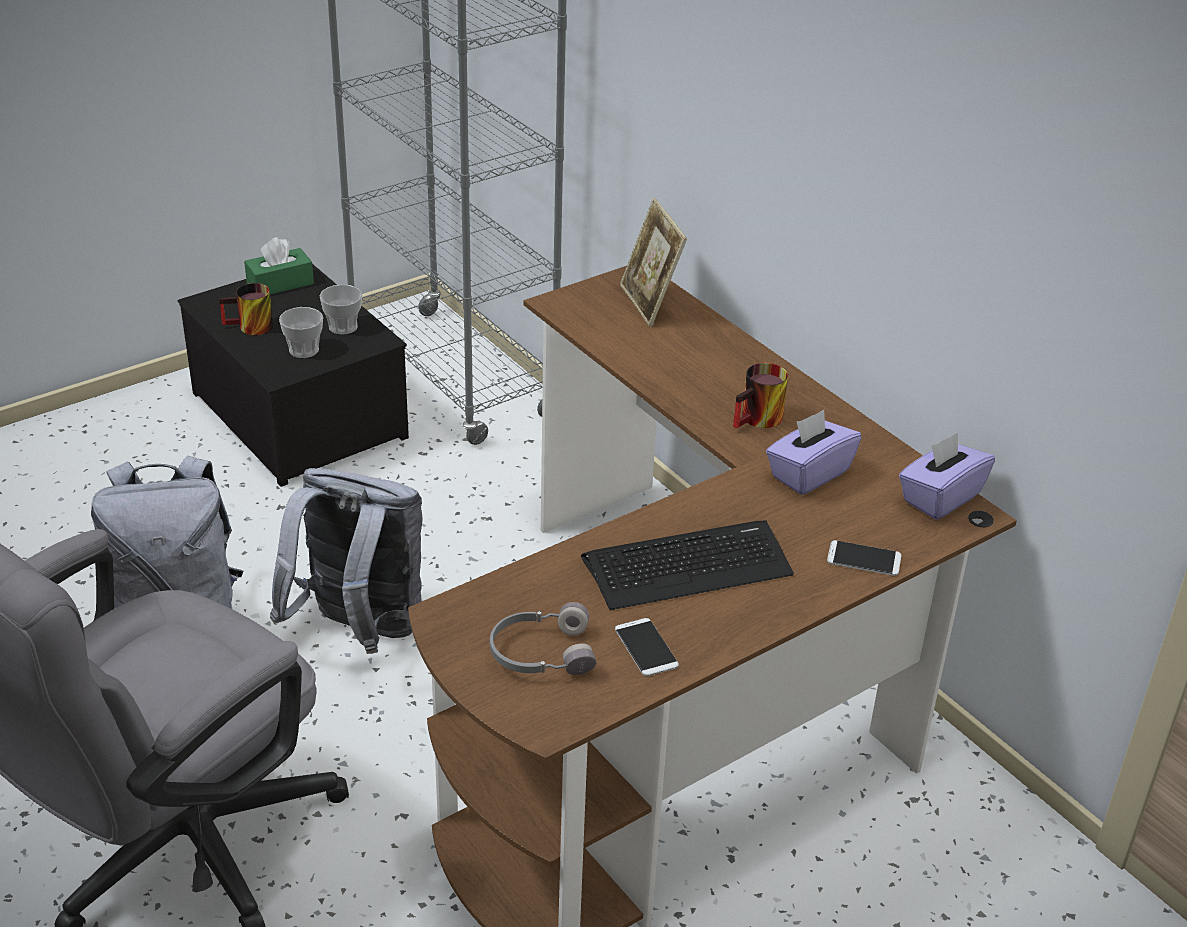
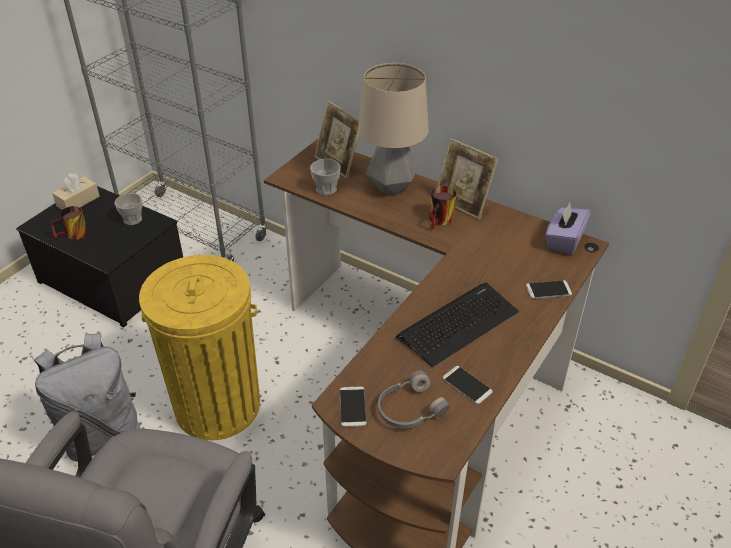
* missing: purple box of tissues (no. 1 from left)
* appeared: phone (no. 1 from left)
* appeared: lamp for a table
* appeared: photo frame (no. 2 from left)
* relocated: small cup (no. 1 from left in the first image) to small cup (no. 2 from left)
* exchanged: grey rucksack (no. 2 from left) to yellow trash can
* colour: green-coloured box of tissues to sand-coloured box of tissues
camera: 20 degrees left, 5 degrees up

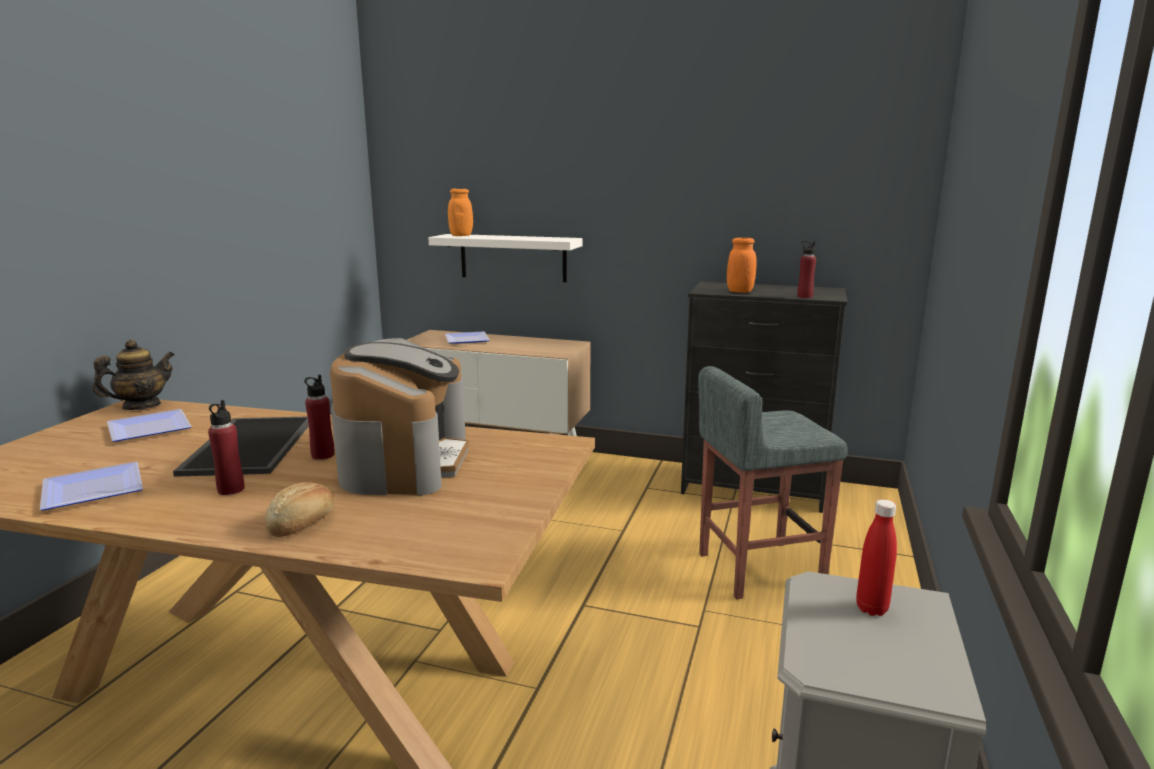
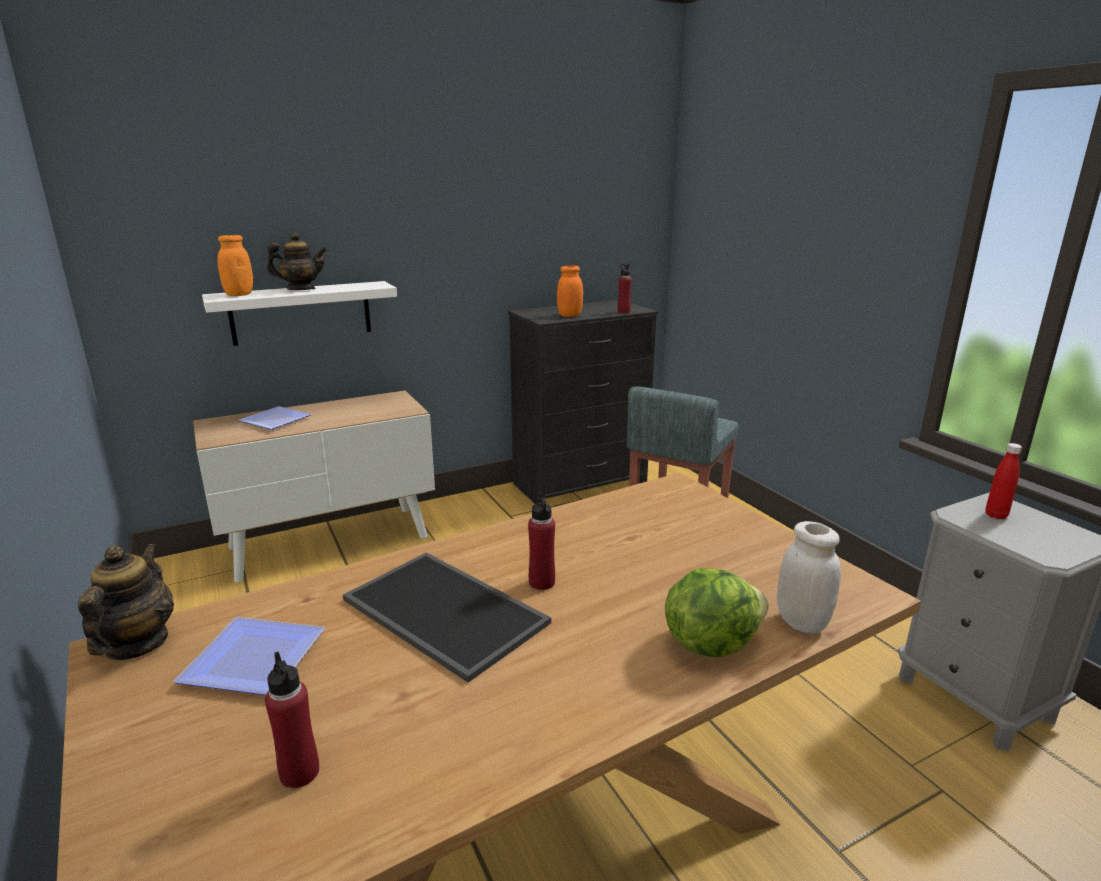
* missing: plate (no. 1 from left)
* missing: coffee maker
* appeared: teapot (no. 2 from left)
* appeared: white-coloured storage jar
* relocated: red-coloured beverage bottle (no. 1 from left)
* exchanged: baked bread to lettuce head
camera: 45 degrees left, 5 degrees up

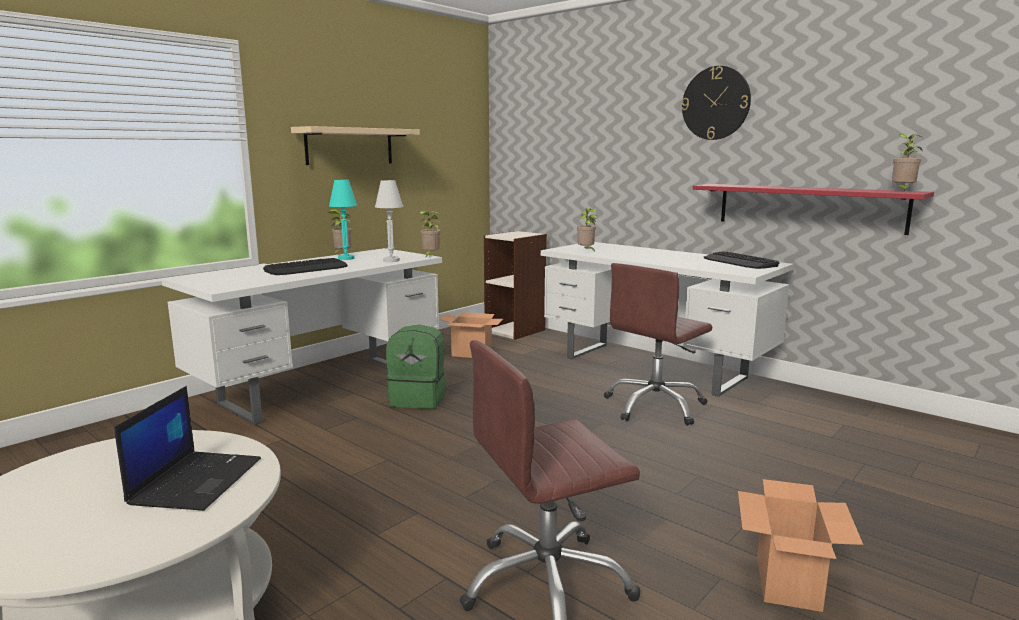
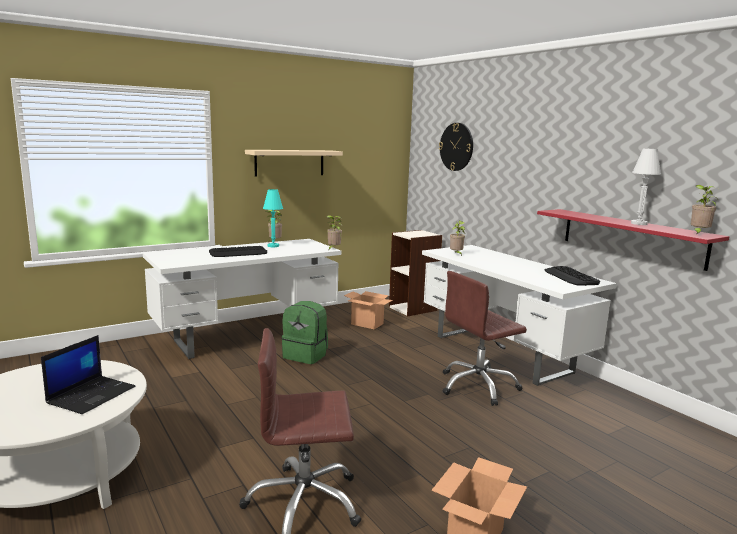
* relocated: white-coloured lamp for a table
* relocated: hanging clock
camera: 15 degrees right, 0 degrees up

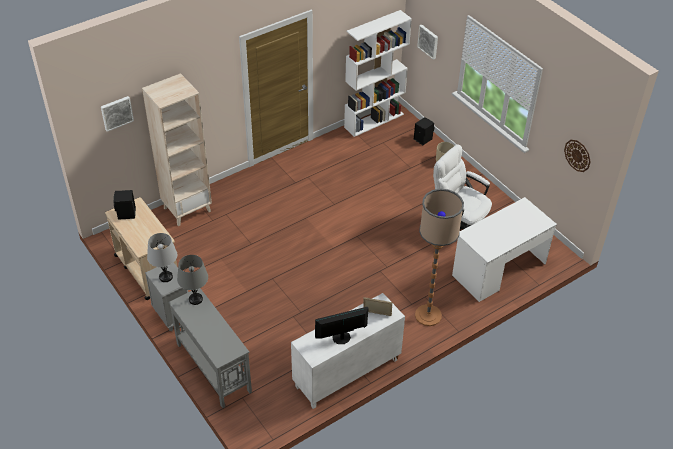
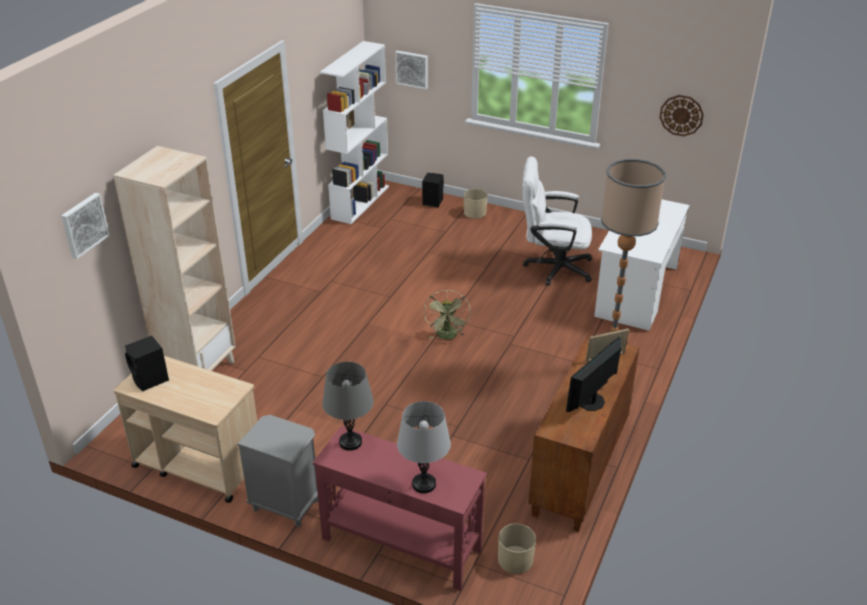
* appeared: green-coloured electric fan
* appeared: sand-coloured plant pot (no. 2 from left)
* relocated: grey lamp for a table (no. 1 from left in the first image) to grey lamp for a table (no. 2 from left)
* colour: grey console table to red-coloured console table
* colour: white-coloured cabinet to brown-coloured cabinet
camera: 30 degrees left, 10 degrees down

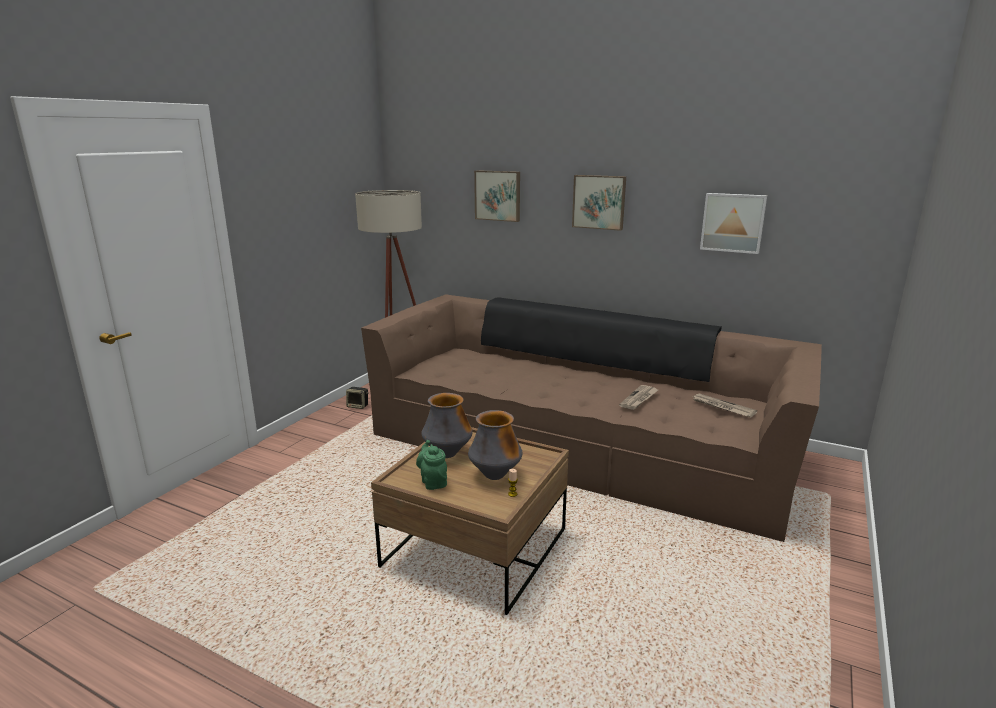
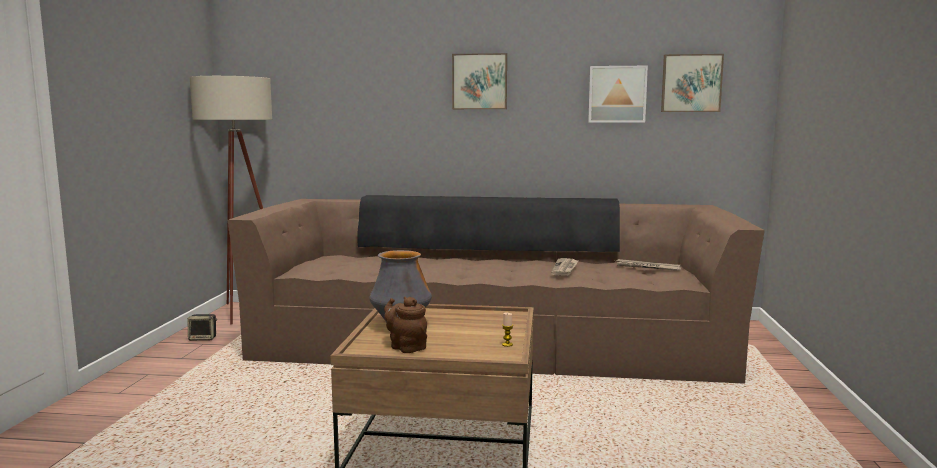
* missing: vase (no. 2 from left)
* relocated: picture (no. 1 from left in the first image) to picture (no. 3 from left)
* colour: green-coloured teapot to brown-coloured teapot
camera: 20 degrees left, 10 degrees down

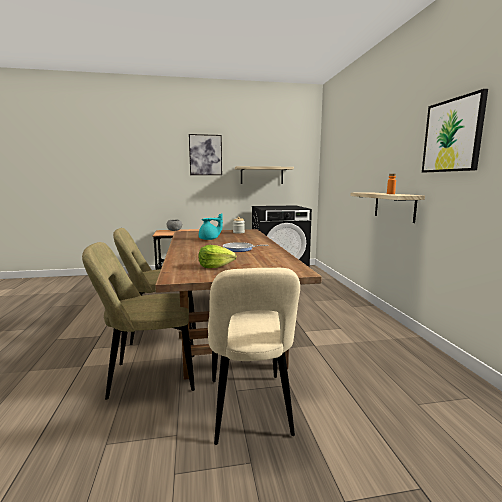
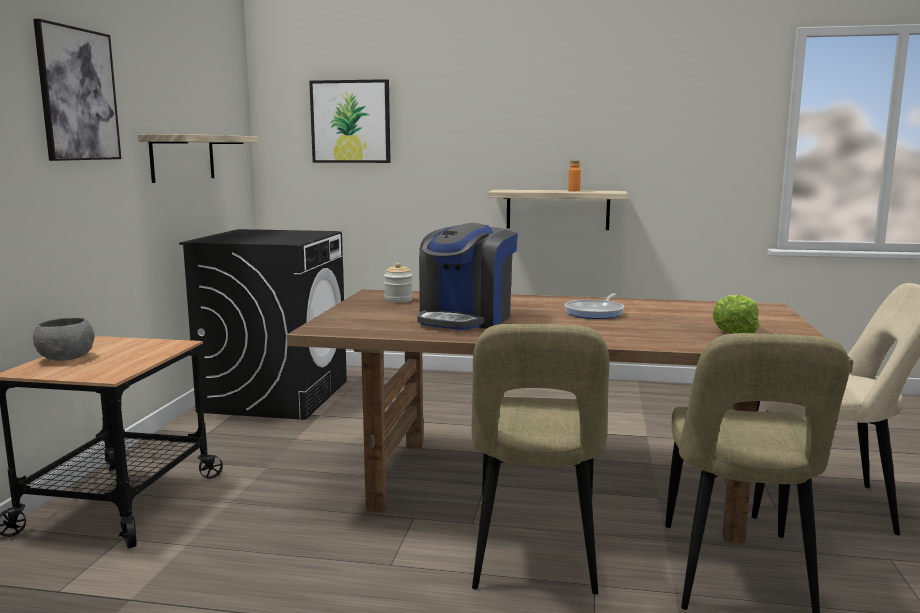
* relocated: picture (no. 2 from left)
* exchanged: blue-green teapot to coffee maker
camera: 70 degrees left, 0 degrees up

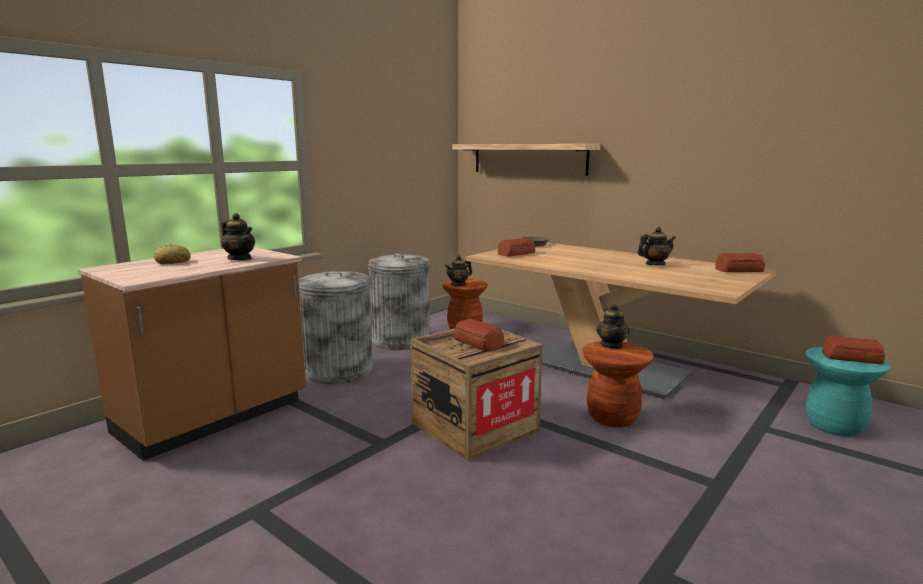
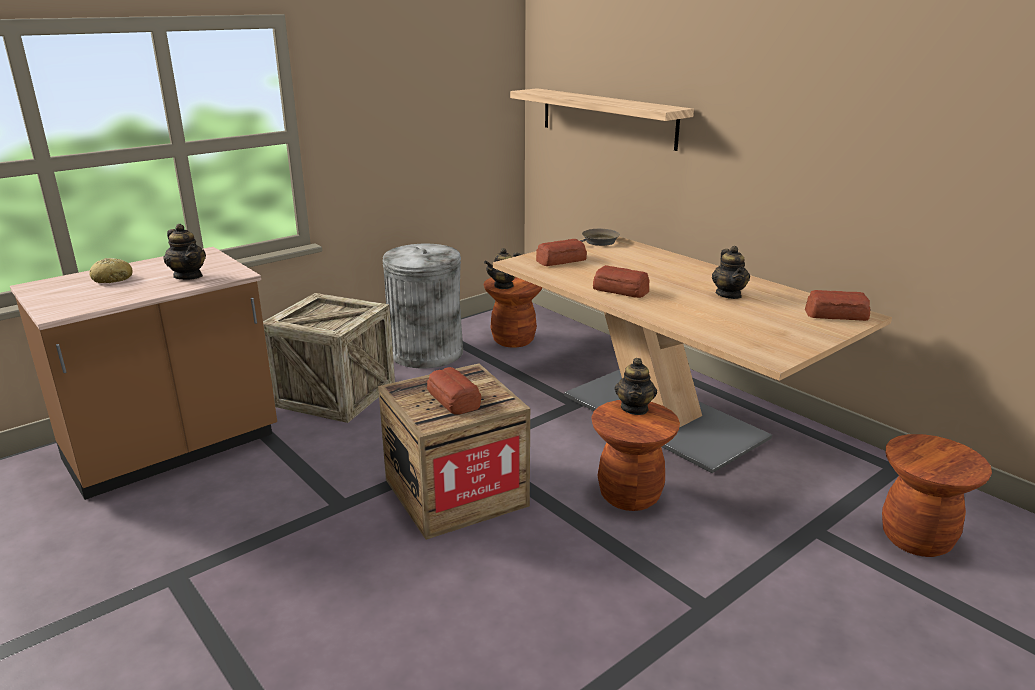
* relocated: baked bread (no. 5 from left in the first image) to baked bread (no. 4 from left)
* exchanged: grey trash can (no. 1 from left) to shipping crate (no. 1 from left)
* colour: blue-green stool seat to brown-coloured stool seat (no. 3 from left)
* spun: teapot (no. 4 from left) 90 degrees clockwise
camera: 10 degrees right, 10 degrees up

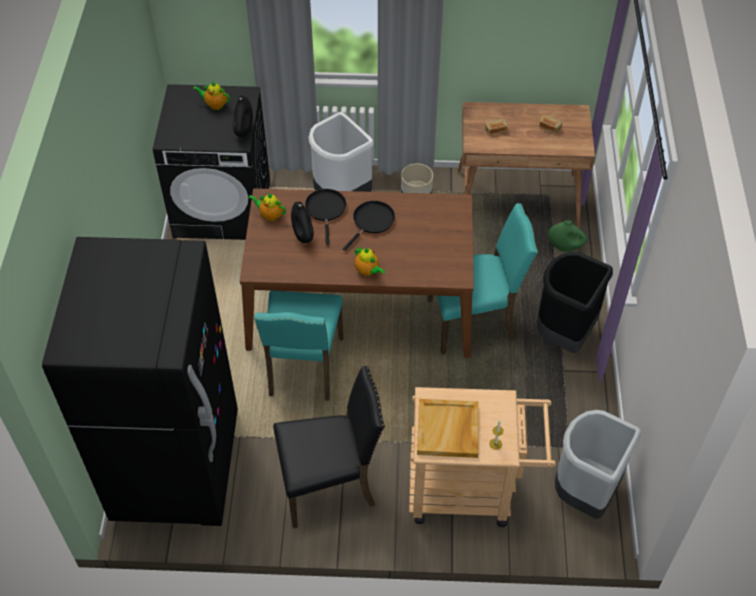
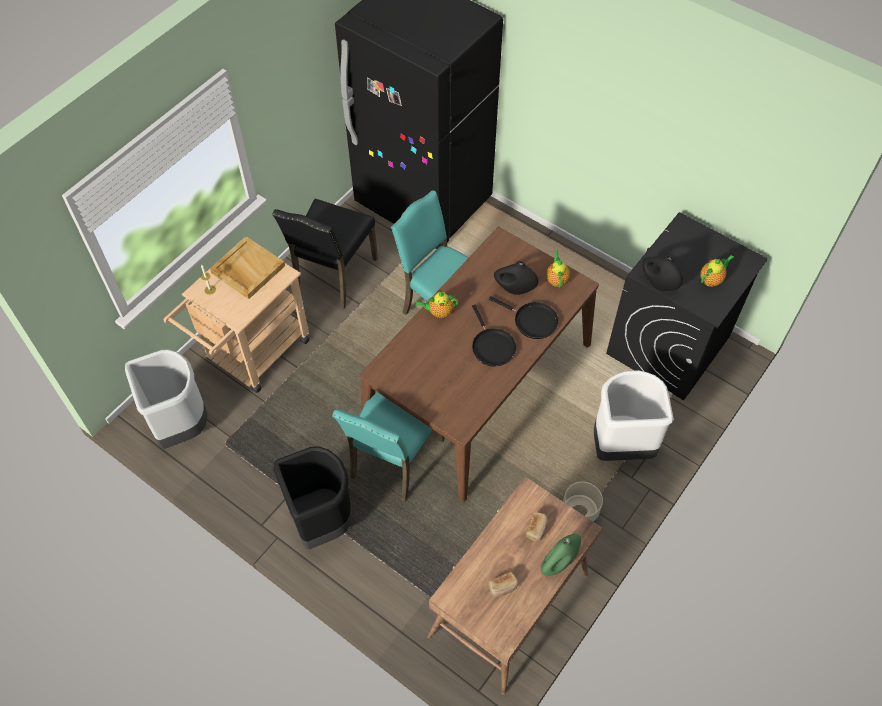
* relocated: green-coloured vase
* spun: teapot (no. 2 from left) 60 degrees counterclockwise
camera: 125 degrees right, 5 degrees up

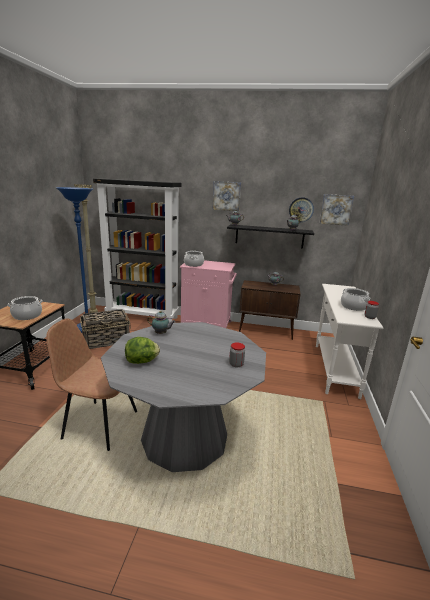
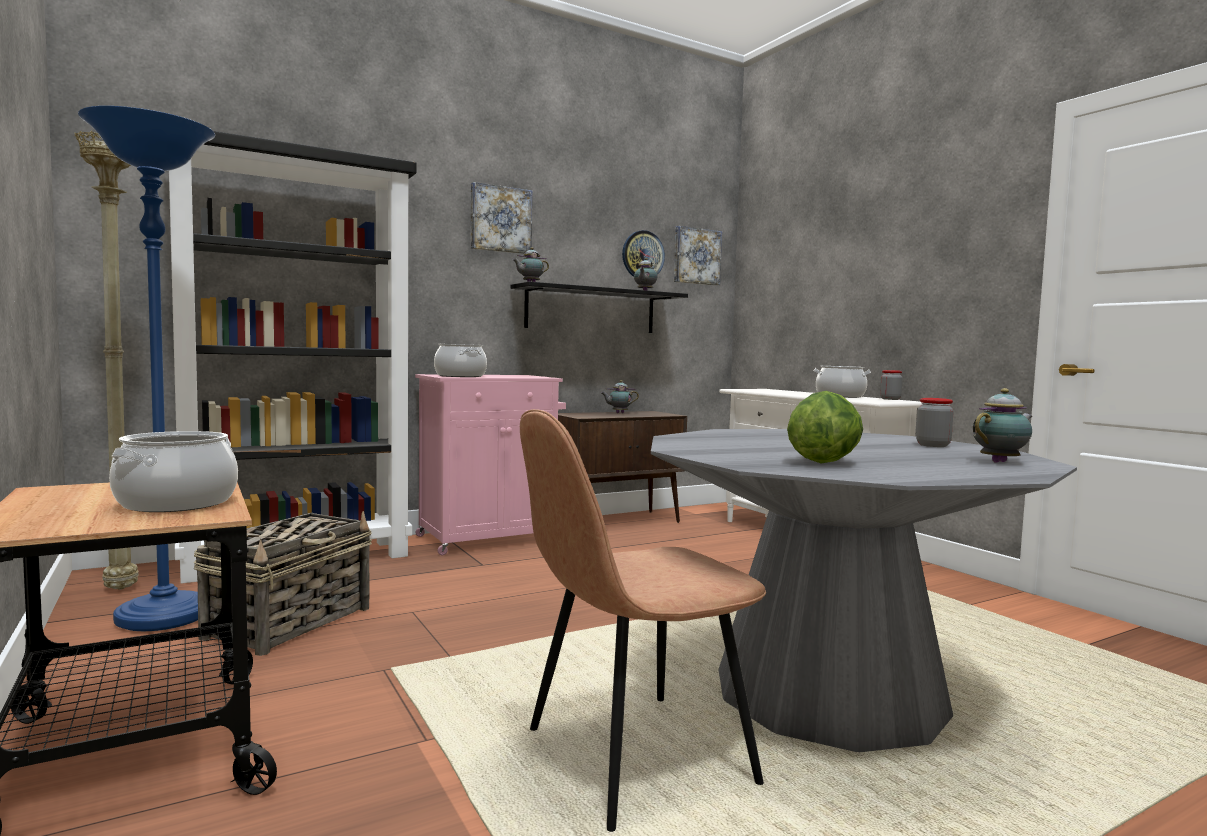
* relocated: teapot (no. 1 from left in the first image) to teapot (no. 4 from left)
camera: 40 degrees left, 15 degrees down

